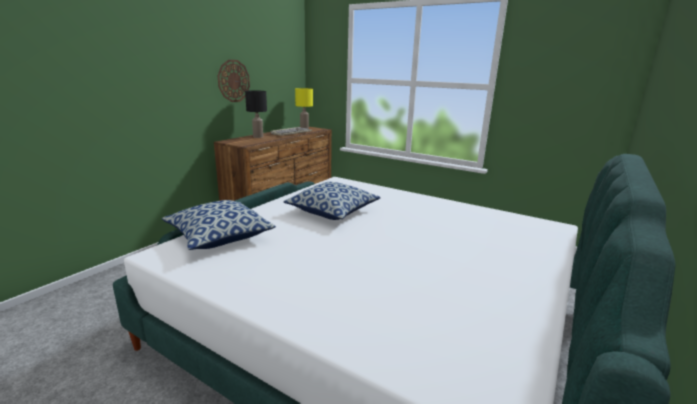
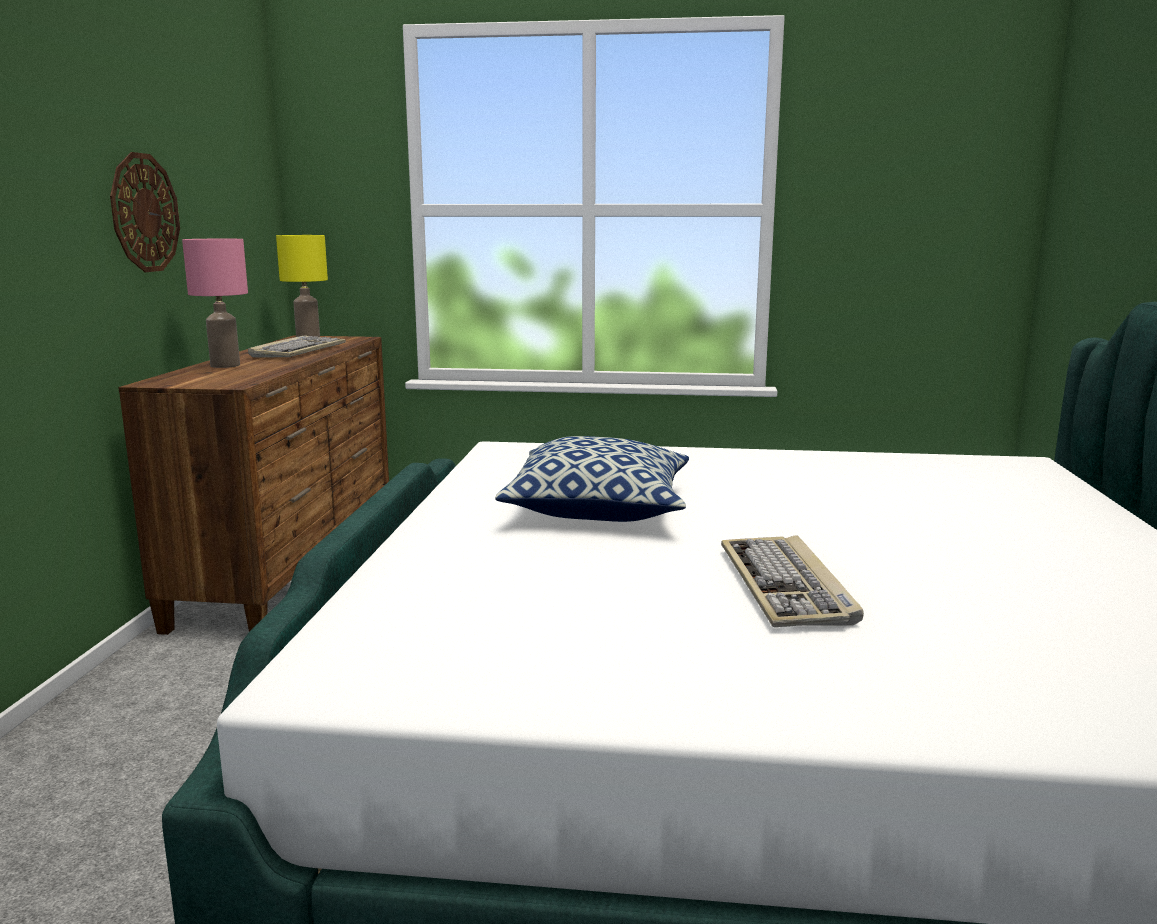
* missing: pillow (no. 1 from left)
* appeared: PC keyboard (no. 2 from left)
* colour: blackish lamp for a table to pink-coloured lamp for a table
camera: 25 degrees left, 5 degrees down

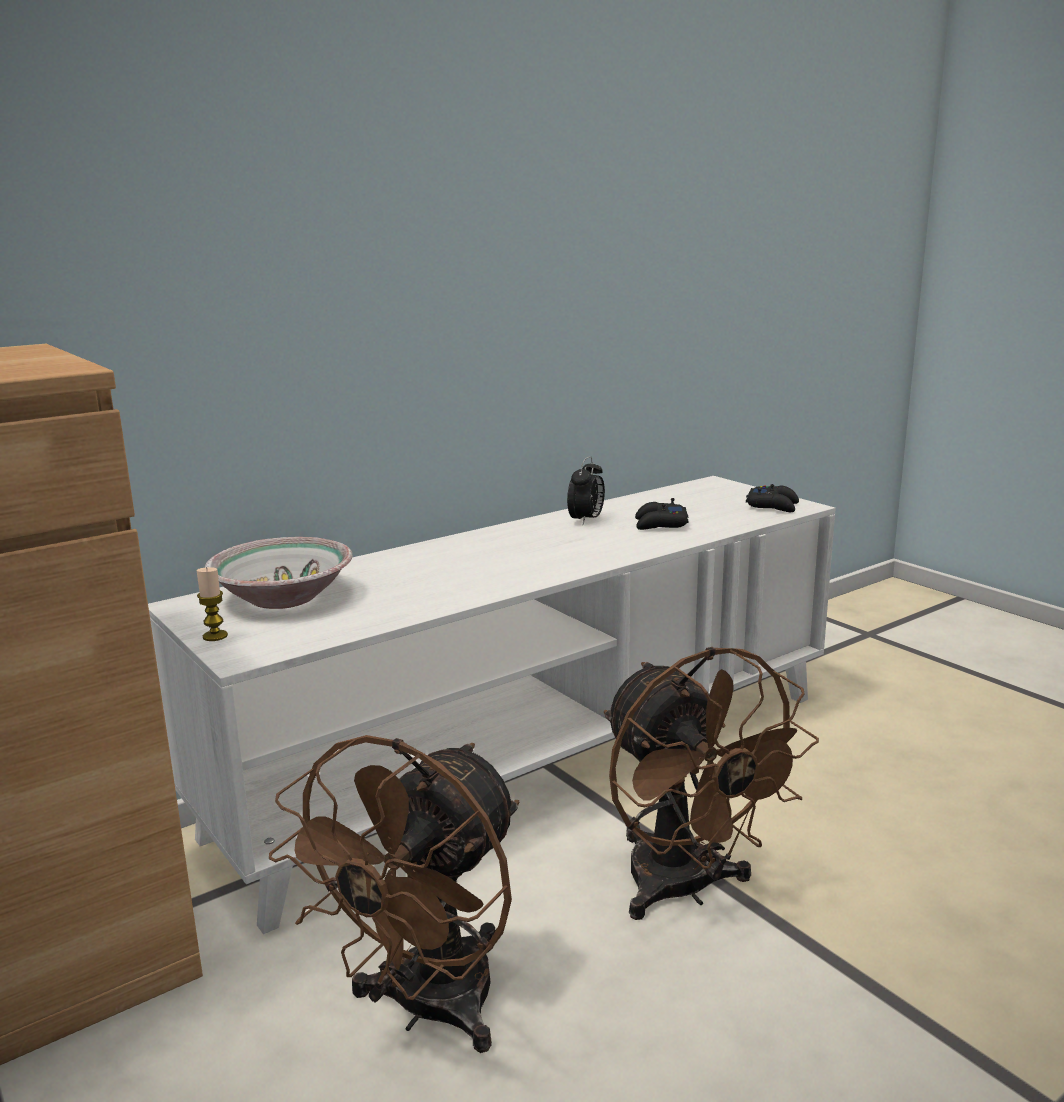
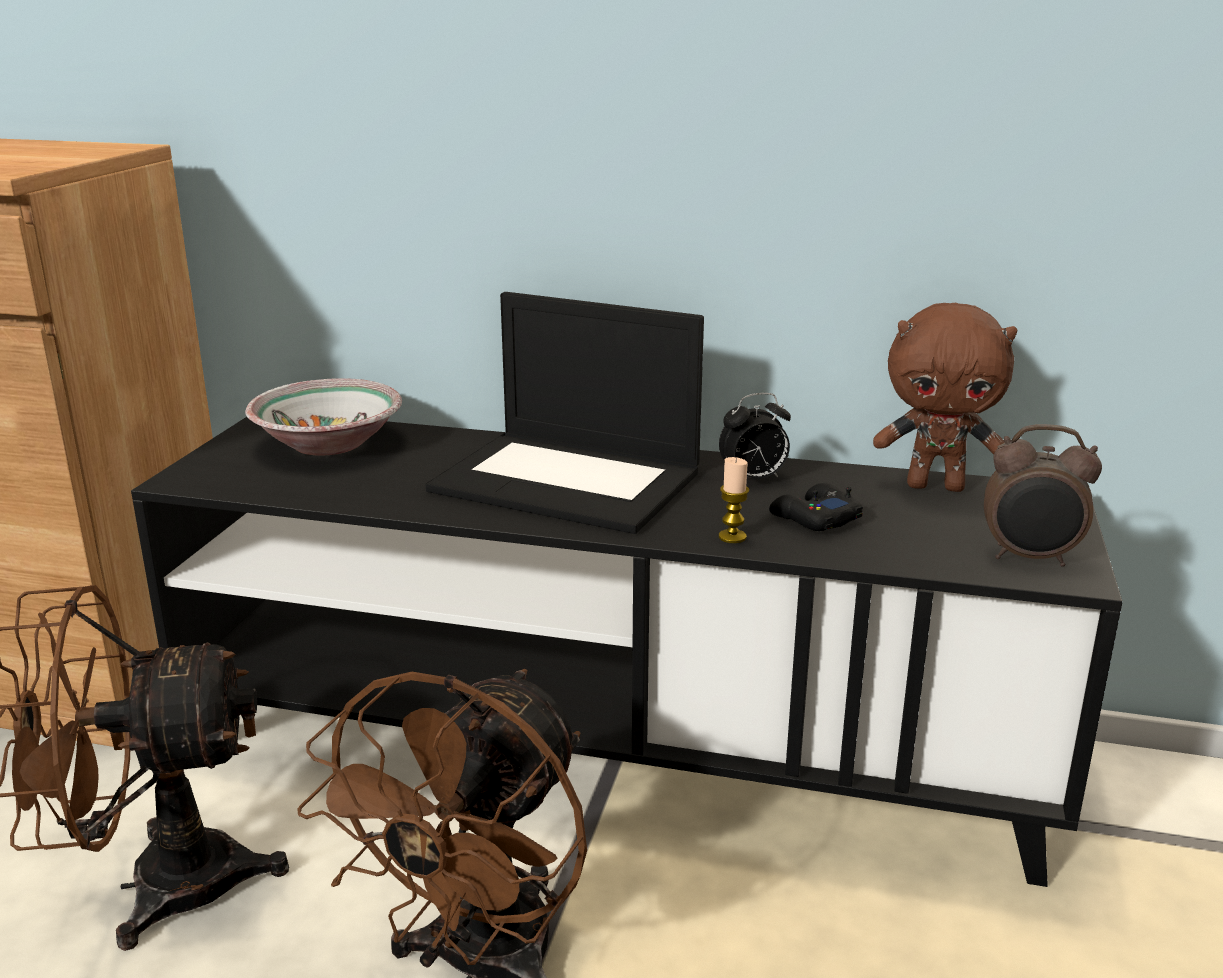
* appeared: laptop
* appeared: brown-coloured plush toy
* relocated: wax light
* exchanged: blackish joypad (no. 2 from left) to table clock (no. 2 from left)
* colour: white-coloured tv stand to blackish tv stand
camera: 50 degrees right, 5 degrees up

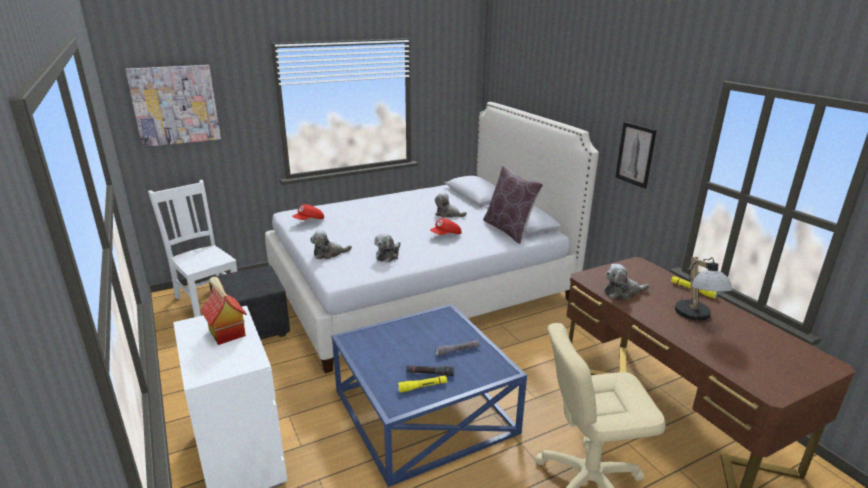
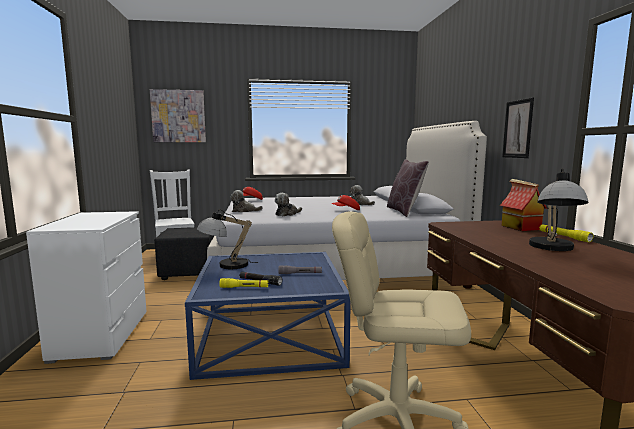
* missing: plush toy (no. 4 from left)
* appeared: lamp for a table (no. 1 from left)
* relocated: miniature house
camera: 20 degrees right, 15 degrees down

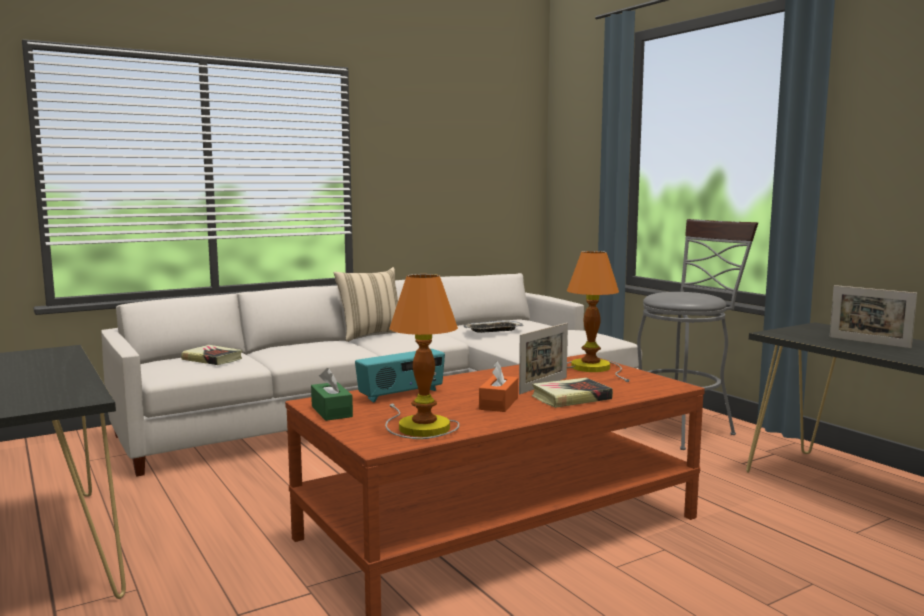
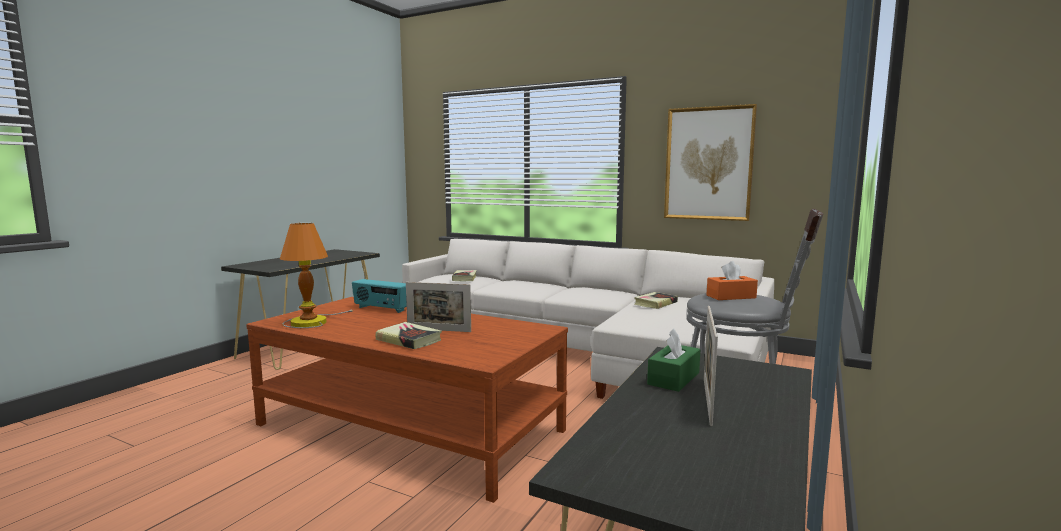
* missing: sand-coloured pillow
* missing: lamp for a table (no. 2 from left)
* appeared: picture
* relocated: green-coloured box of tissues
* relocated: orange box of tissues
* exchanged: serving tray to bound book (no. 3 from left)
camera: 60 degrees right, 0 degrees up

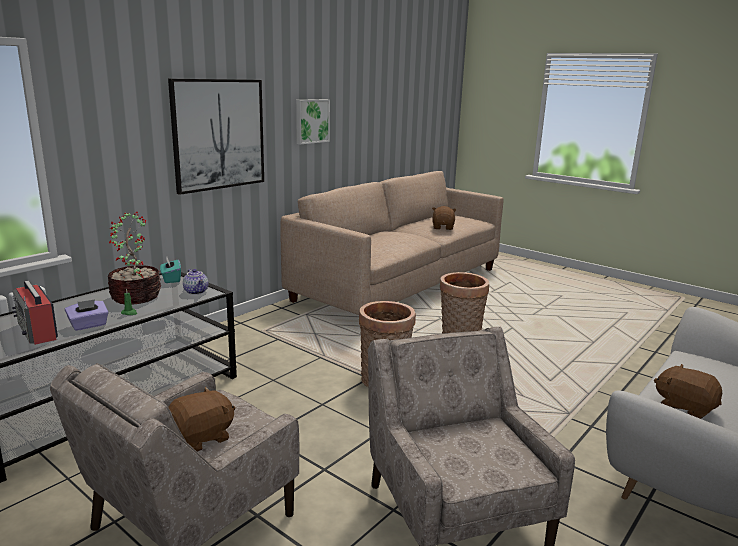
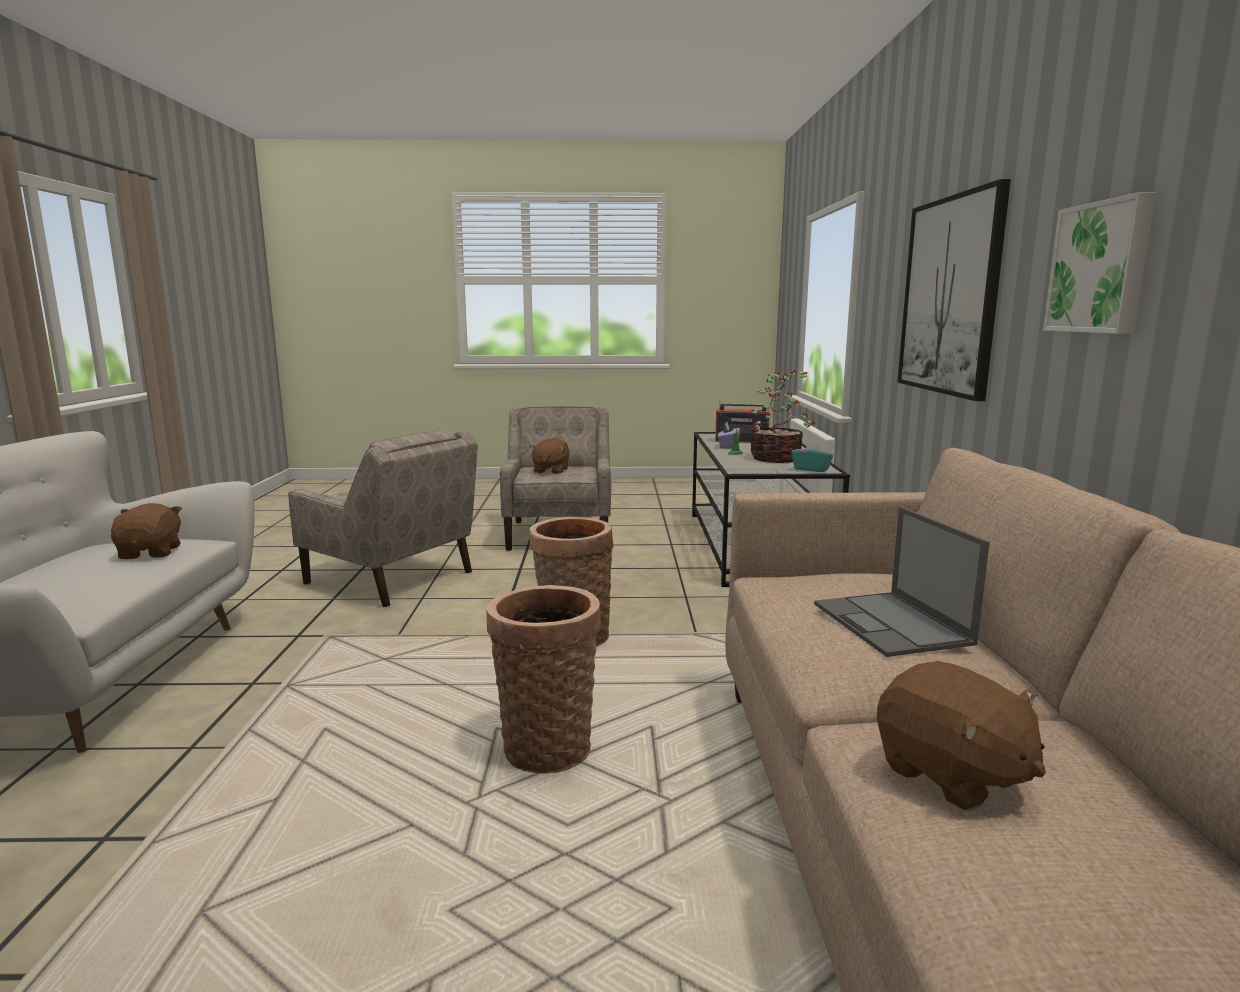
* missing: teapot
* appeared: laptop
* spun: brown-coloured plush toy (no. 3 from left in the first image) 105 degrees counterclockwise
camera: 140 degrees right, 5 degrees down

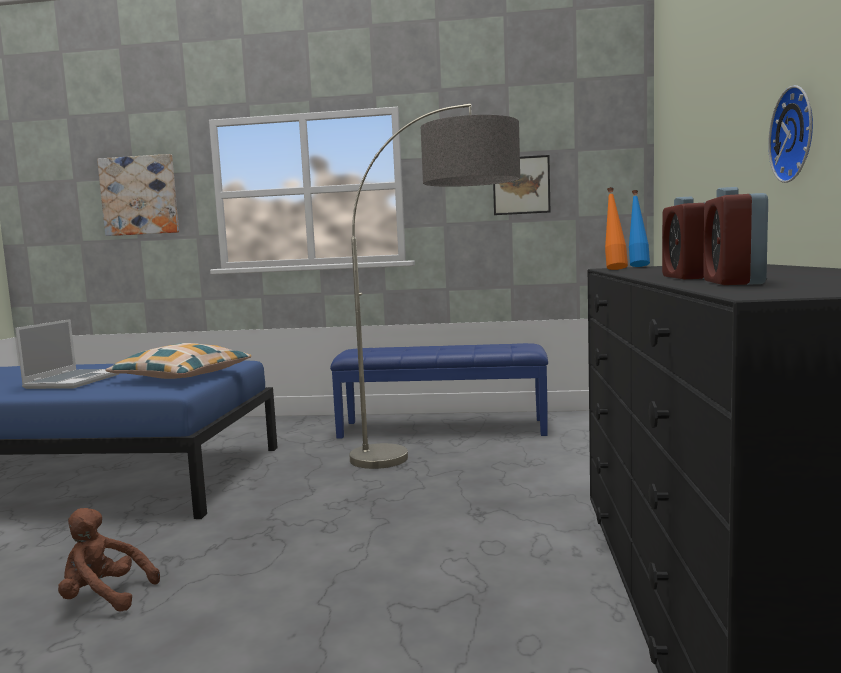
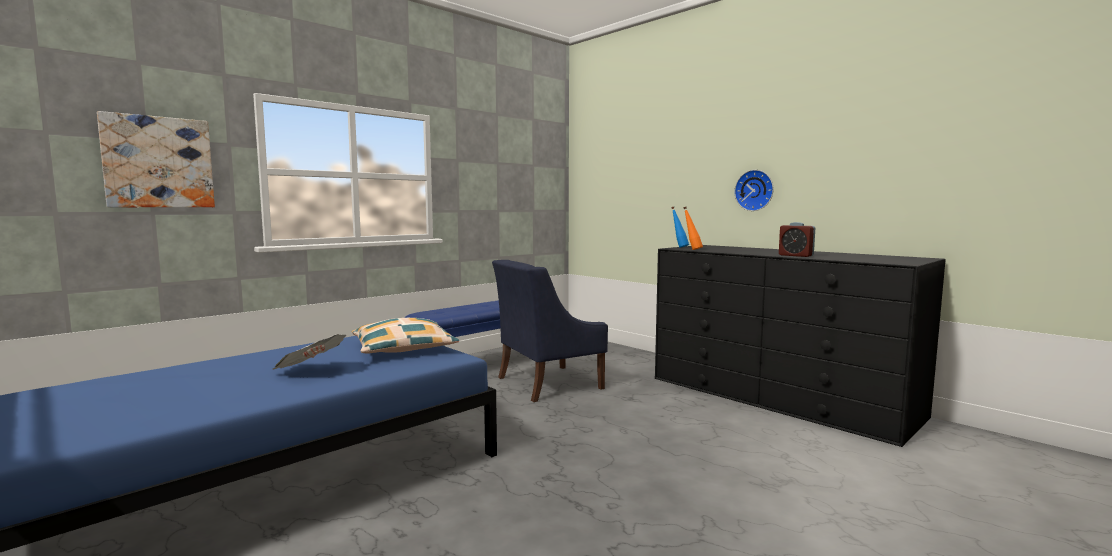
* missing: brown-coloured plush toy
* missing: picture (no. 2 from left)
* missing: table clock (no. 2 from left)
* exchanged: laptop to newspaper
* exchanged: floor lamp to bluish armchair
camera: 50 degrees left, 0 degrees up

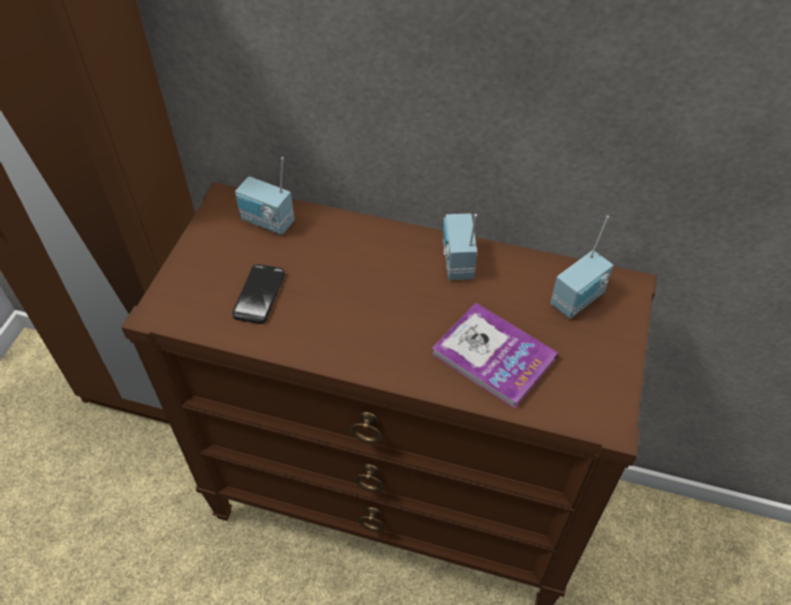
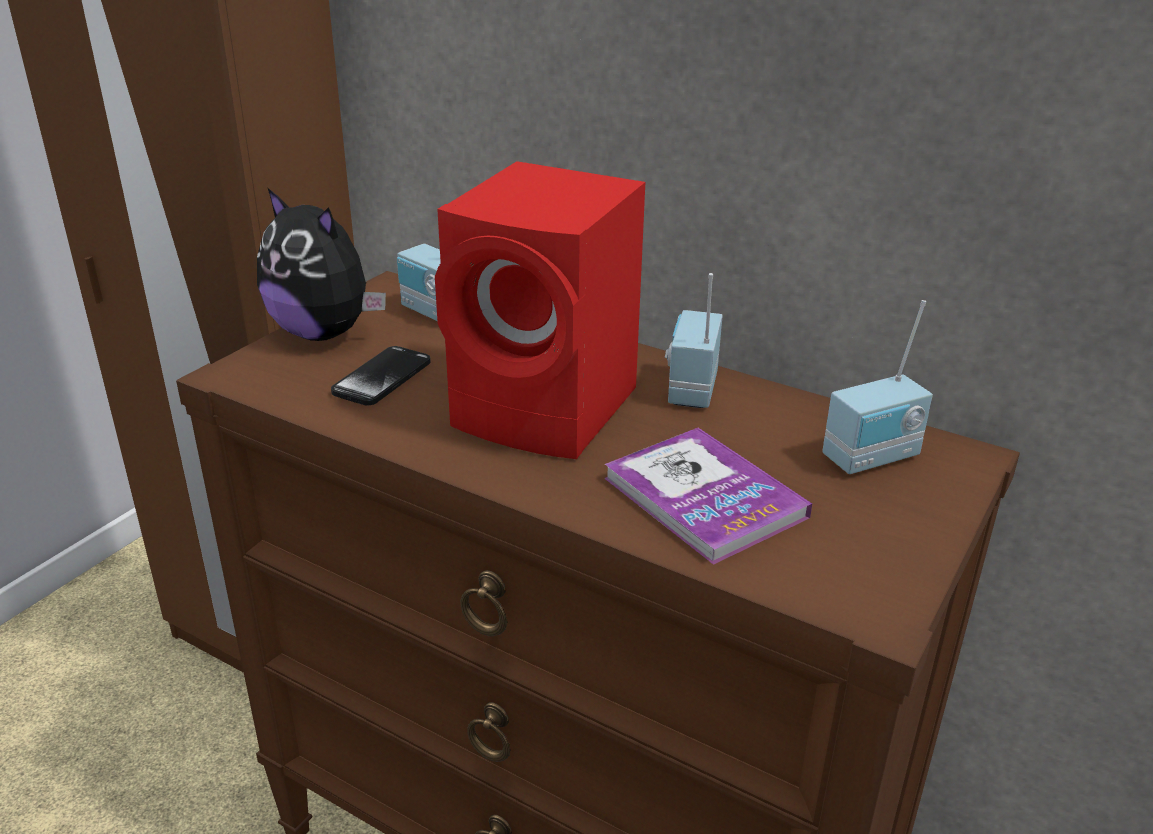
* appeared: plush toy
* appeared: red-coloured speaker
camera: 15 degrees right, 20 degrees down

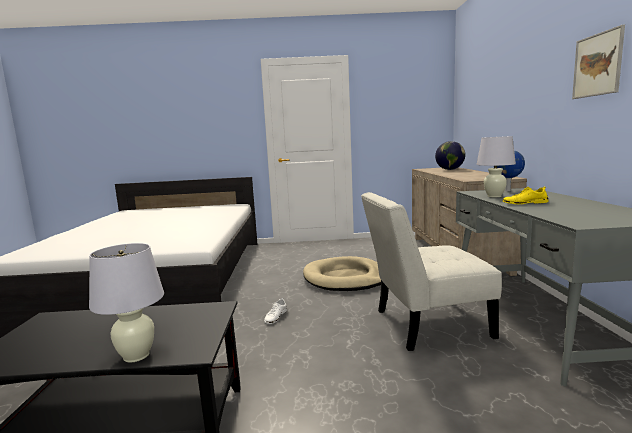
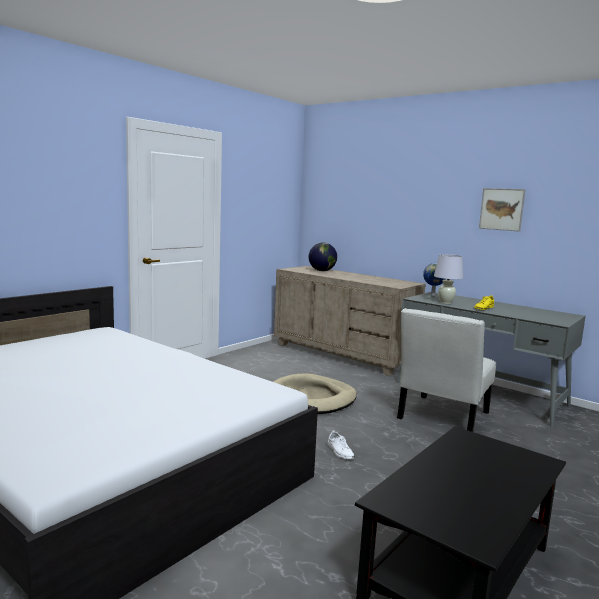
* missing: white-coloured lamp for a table (no. 1 from left)
camera: 50 degrees left, 0 degrees up

